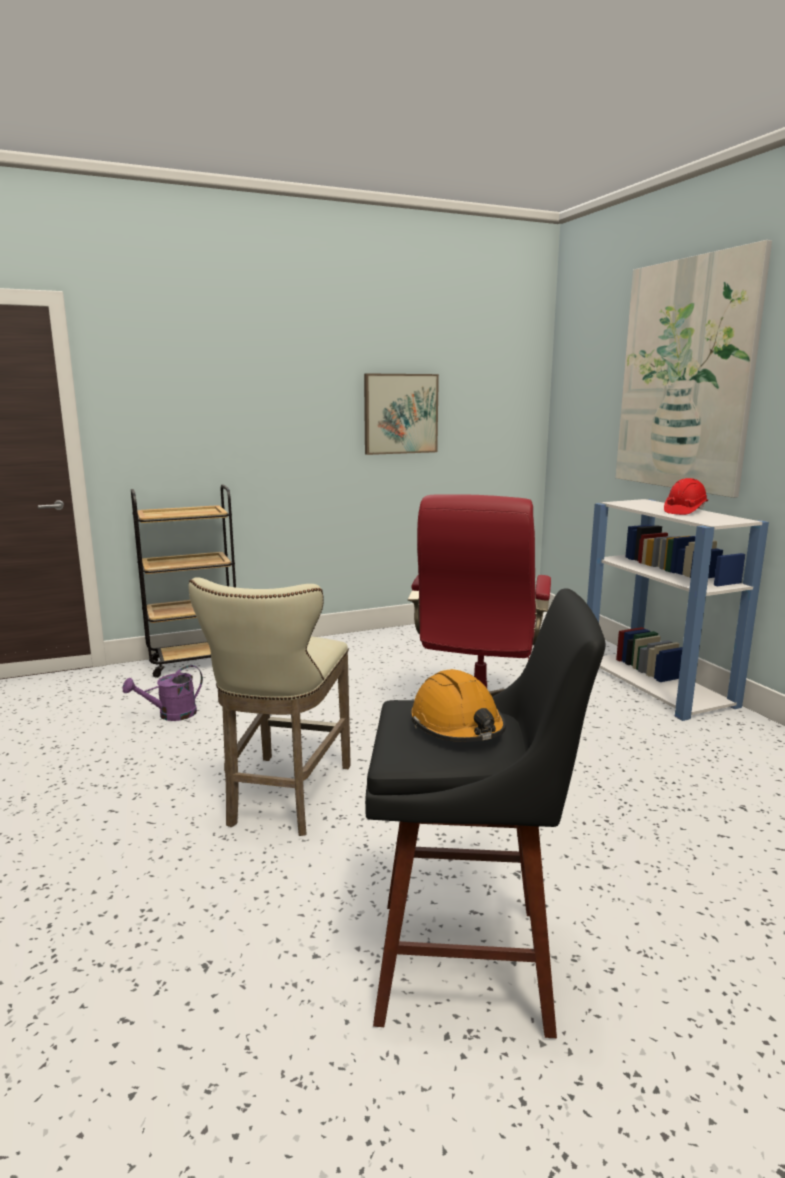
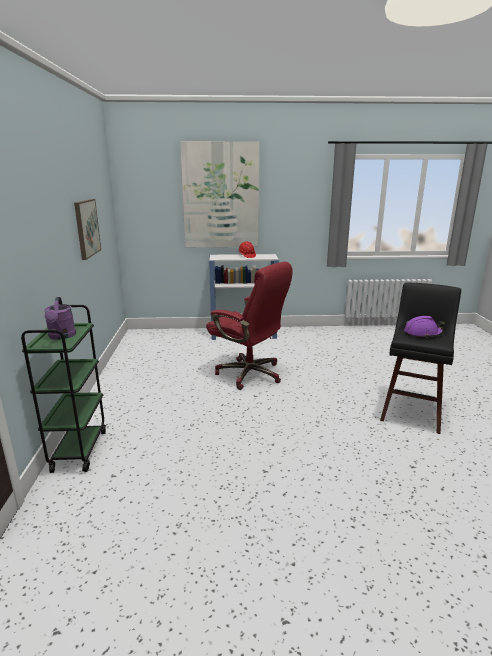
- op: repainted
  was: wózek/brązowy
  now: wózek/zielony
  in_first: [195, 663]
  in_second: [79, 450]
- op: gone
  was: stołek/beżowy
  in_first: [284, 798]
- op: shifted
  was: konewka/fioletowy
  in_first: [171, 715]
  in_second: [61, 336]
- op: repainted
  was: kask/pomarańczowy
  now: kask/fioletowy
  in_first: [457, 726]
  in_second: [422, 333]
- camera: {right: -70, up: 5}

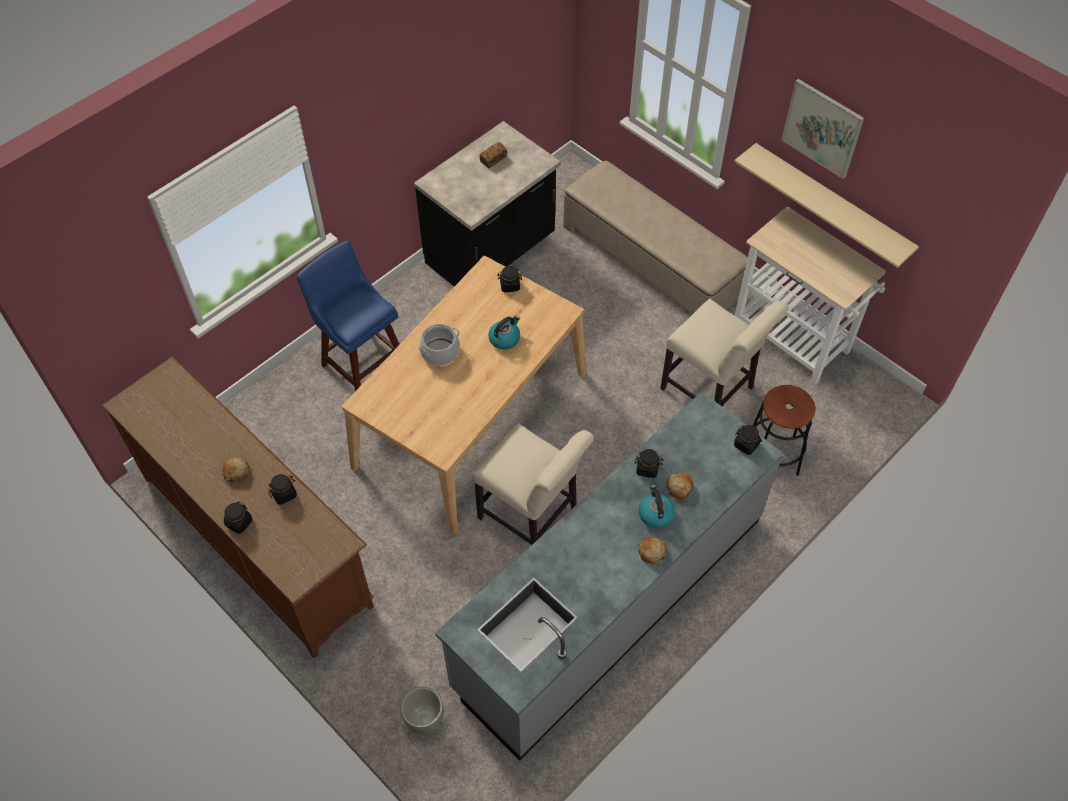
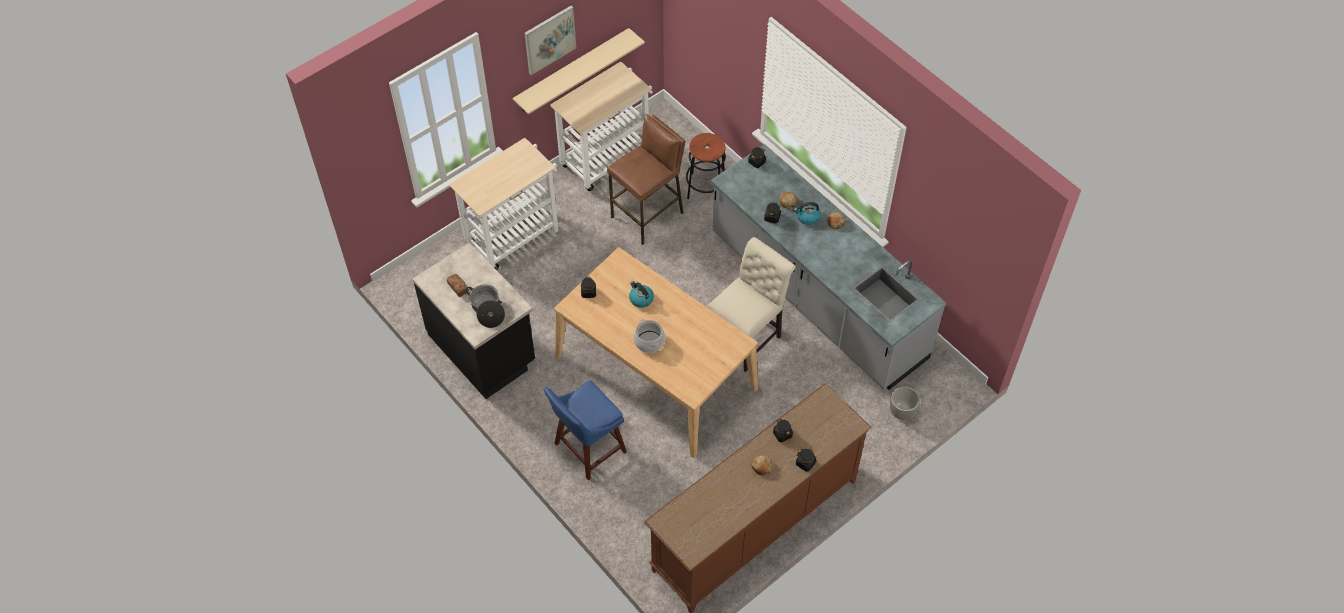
- op: swapped
  was: ławka/beżowy
  now: wózek/biały
  in_first: [652, 261]
  in_second: [513, 237]
- op: swapped
  was: krzesło/beżowy
  now: stołek/brązowy
  in_first: [711, 392]
  in_second: [648, 215]
- op: new
  now: garnek
  in_second: [487, 310]
- camera: {right: -85, up: 0}

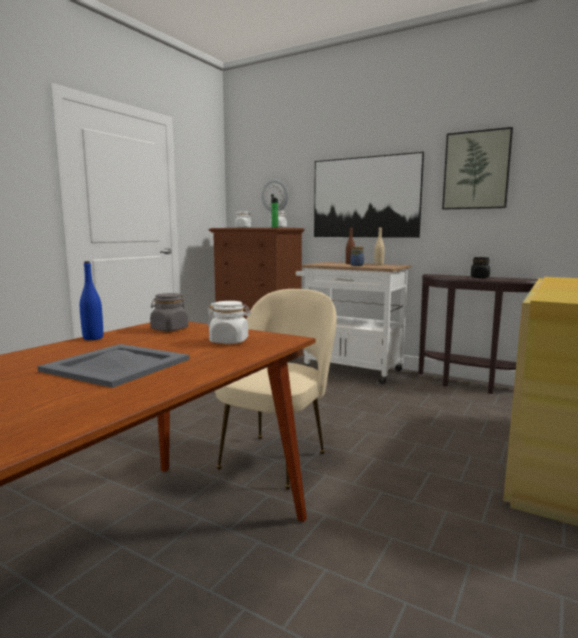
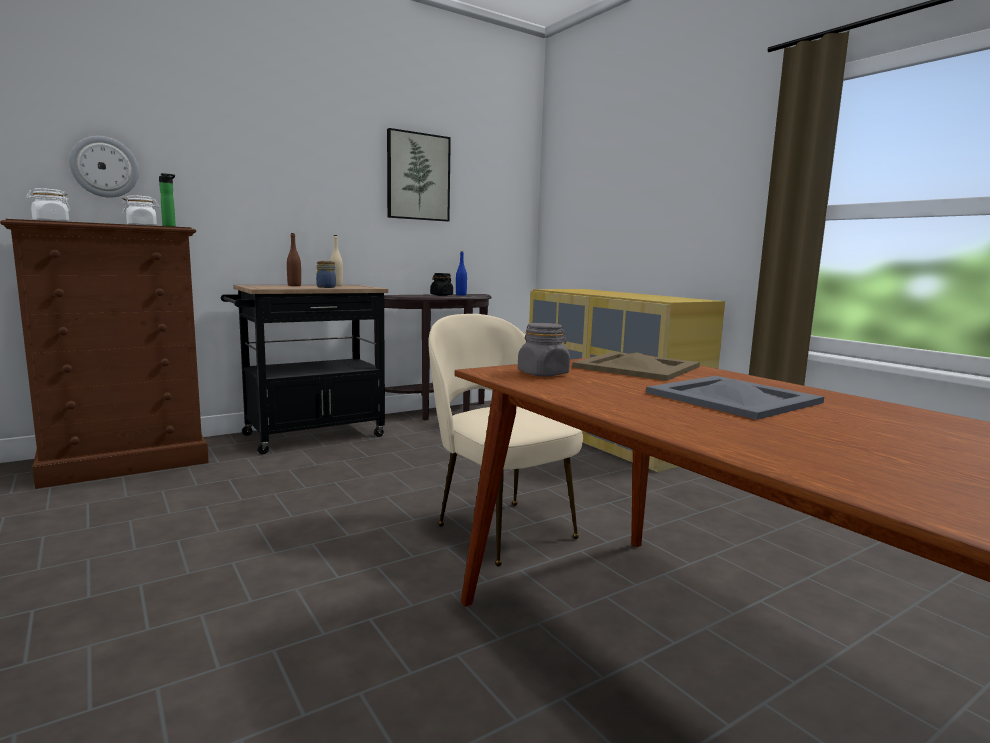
- op: gone
  was: obraz
  in_first: [365, 197]
- op: shifted
  was: butelka/niebieski
  in_first: [93, 338]
  in_second: [461, 295]
- op: repainted
  was: wózek/biały
  now: wózek/czarny
  in_first: [349, 370]
  in_second: [309, 436]
- op: swapped
  was: słoik/biały
  now: taca/beżowy
  in_first: [229, 341]
  in_second: [637, 367]
- camera: {right: -65, up: 0}

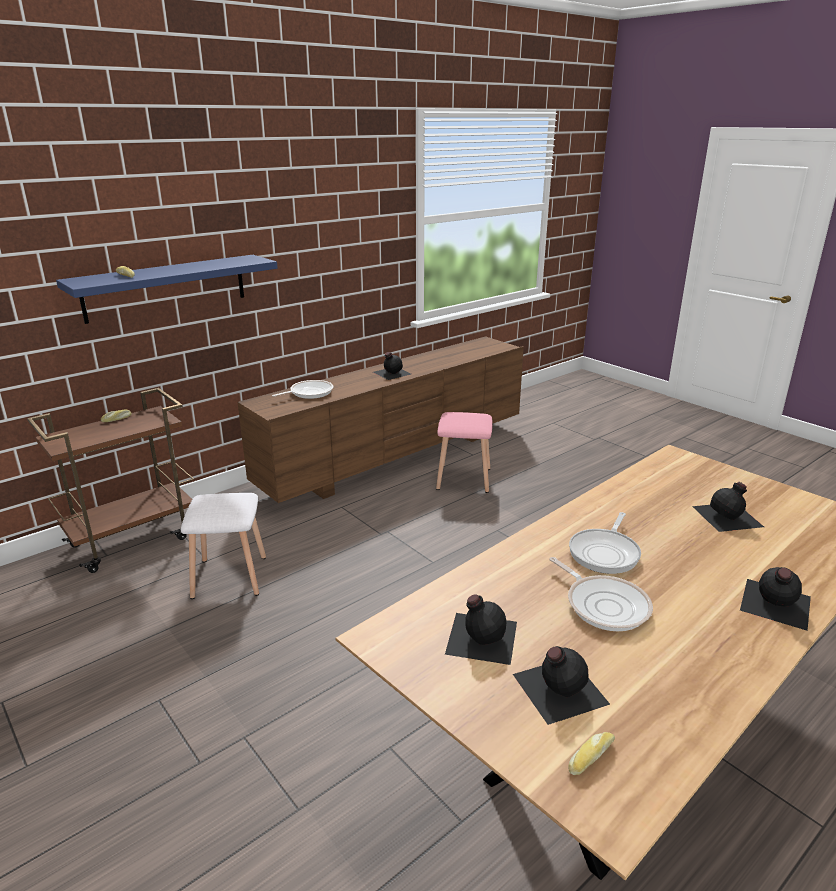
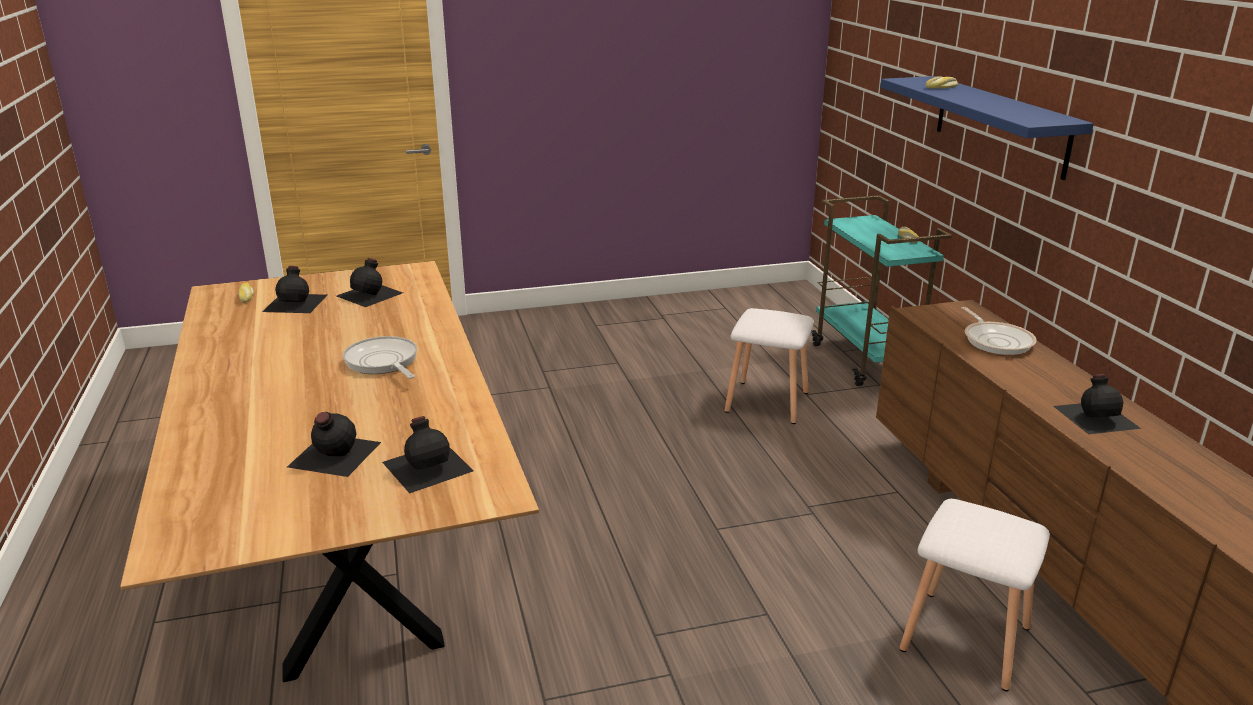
- op: repainted
  was: wózek/brązowy
  now: wózek/turkusowy
  in_first: [134, 540]
  in_second: [865, 363]
- op: repainted
  was: stołek/różowy
  now: stołek/biały
  in_first: [464, 479]
  in_second: [963, 638]
- op: gone
  was: patelnia
  in_first: [604, 605]
- op: shifted
  was: butelka/czarny
  in_first: [774, 603]
  in_second: [428, 465]
- camera: {right: 115, up: 0}

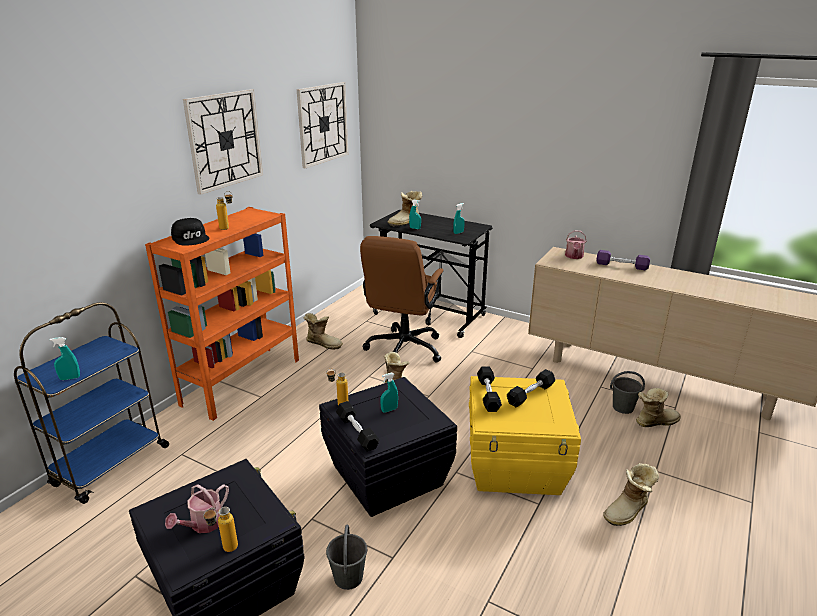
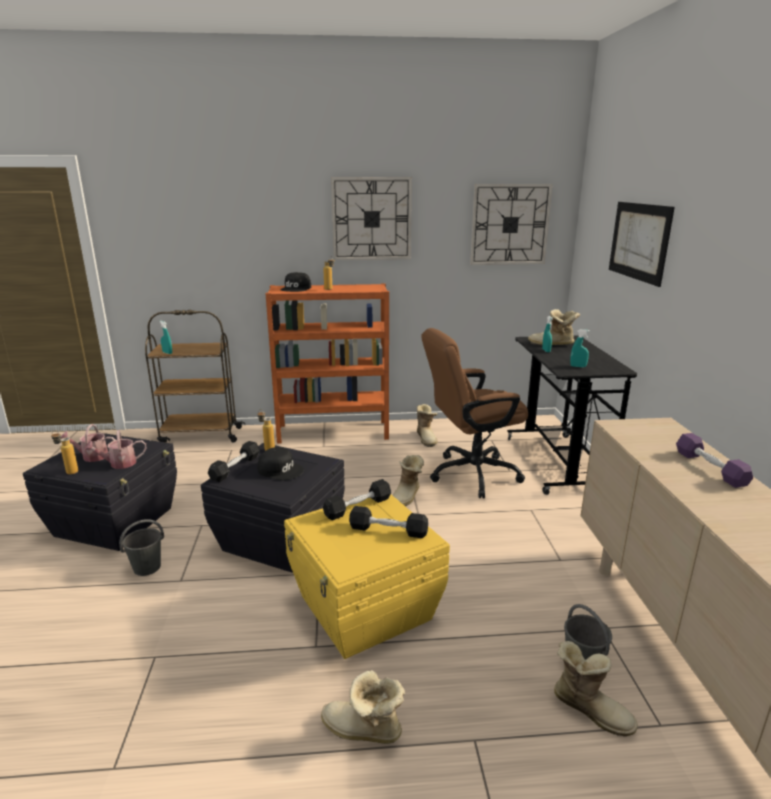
- op: shifted
  was: konewka
  in_first: [574, 257]
  in_second: [119, 464]
- op: repainted
  was: wózek/niebieski
  now: wózek/brązowy
  in_first: [110, 467]
  in_second: [200, 436]
- op: swapped
  was: spryskiwacz/turkusowy
  now: czapka z daszkiem/czarny
  in_first: [389, 410]
  in_second: [281, 470]
- op: new
  now: obraz
  in_second: [639, 241]
- camera: {right: 55, up: -5}

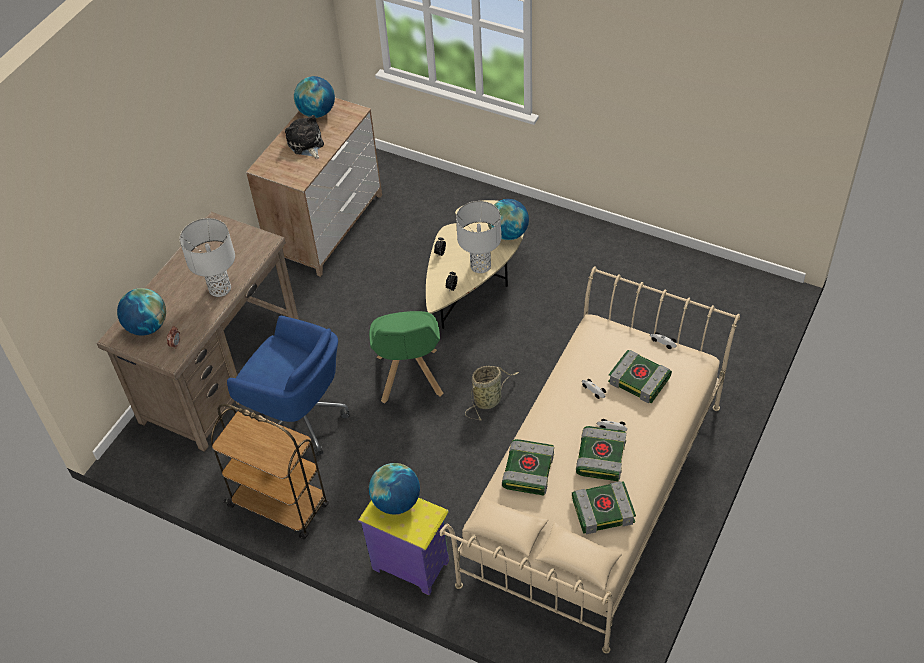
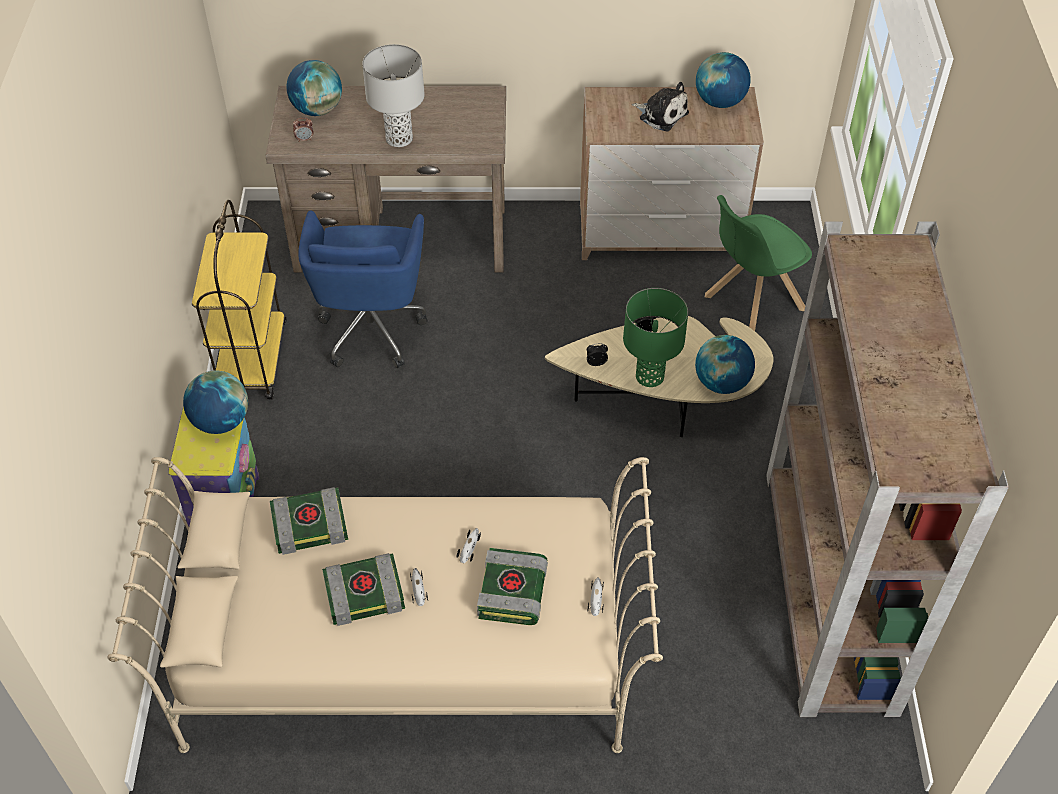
- op: rotated
  was: pluszak
  in_first: [306, 144]
  in_second: [661, 114]
  clockwise: 90
- op: repainted
  was: lampa stołowa/biały
  now: lampa stołowa/zielony
  in_first: [481, 265]
  in_second: [650, 376]
- op: shifted
  was: krzesło/zielony
  in_first: [409, 379]
  in_second: [751, 304]
- op: gone
  was: koszyk
  in_first: [489, 399]
- op: repainted
  was: wózek/brązowy
  now: wózek/żółty
  in_first: [279, 507]
  in_second: [252, 362]
- op: gone
  was: książka
  in_first: [603, 510]
- op: new
  now: regał/brązowy
  in_second: [829, 588]
- camera: {right: 60, up: 0}

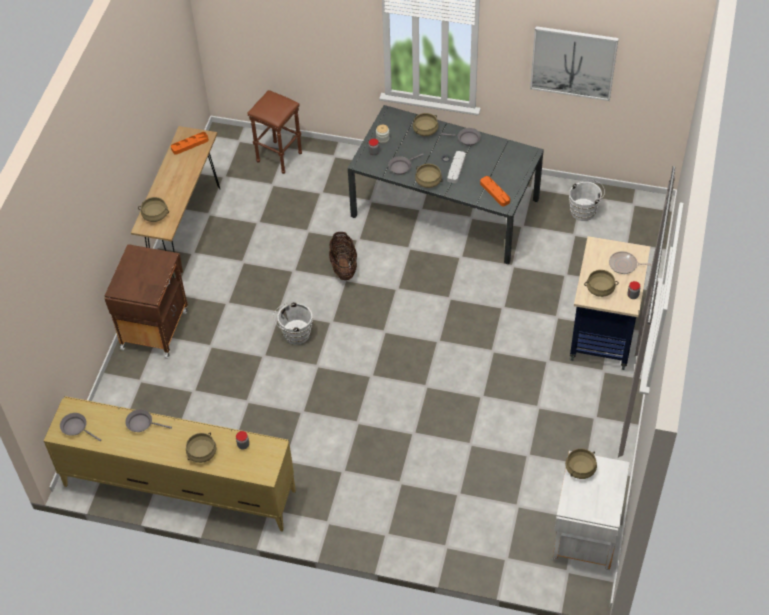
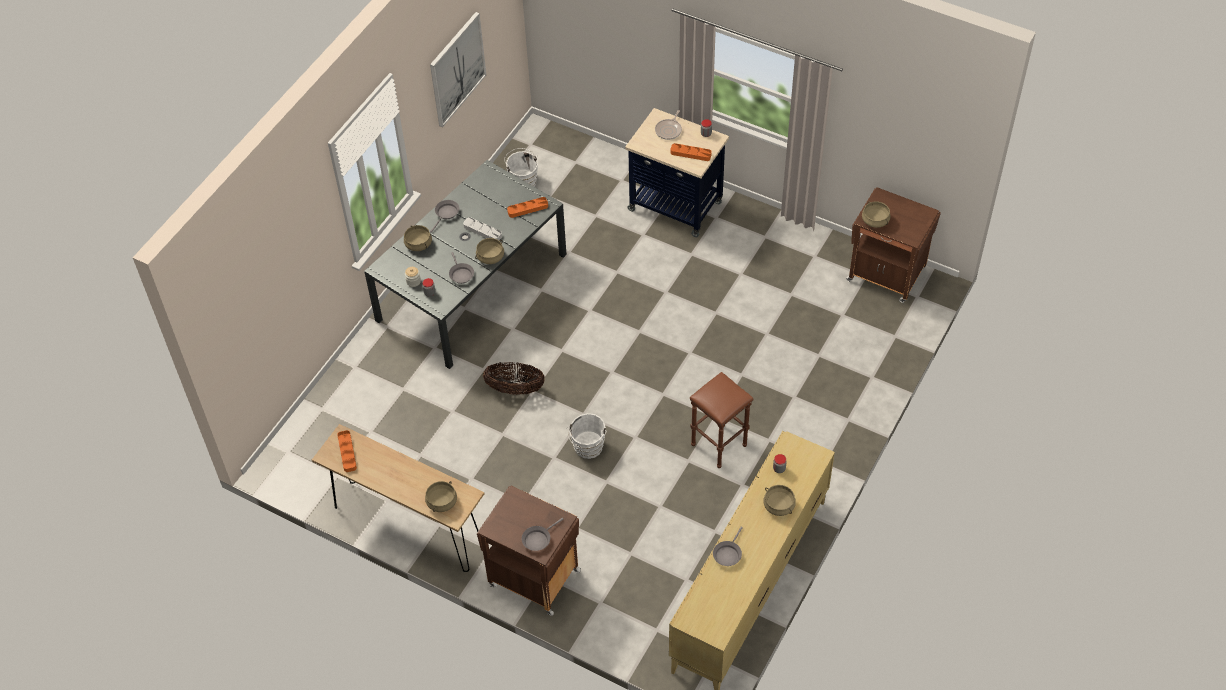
- op: shifted
  was: stołek/brązowy
  in_first: [278, 157]
  in_second: [719, 446]
- op: swapped
  was: garnek/beżowy
  now: taca/pomarańczowy
  in_first: [600, 289]
  in_second: [690, 154]
- op: shifted
  was: patelnia/szary
  in_first: [76, 428]
  in_second: [538, 539]
- op: repainted
  was: wózek/biały
  now: wózek/brązowy
  in_first: [585, 537]
  in_second: [887, 276]
- camera: {right: -75, up: 0}

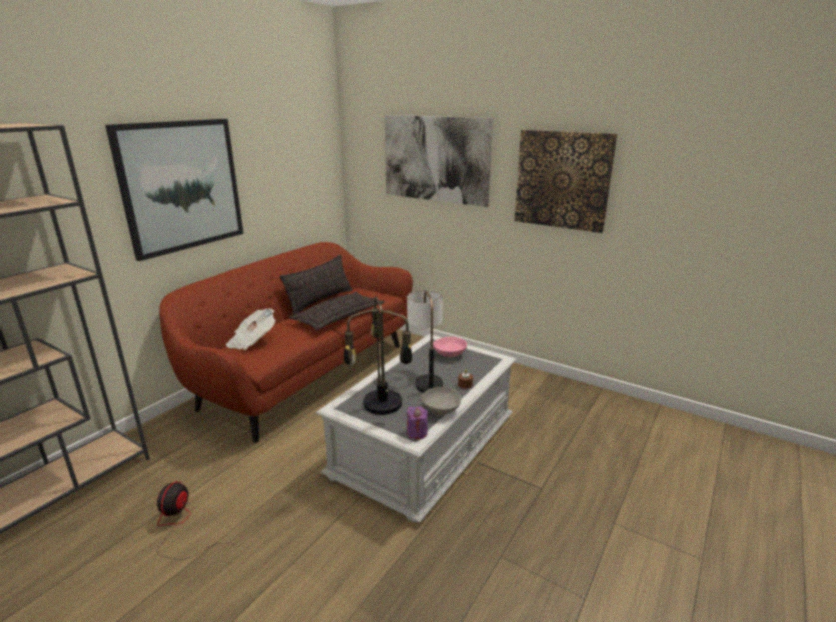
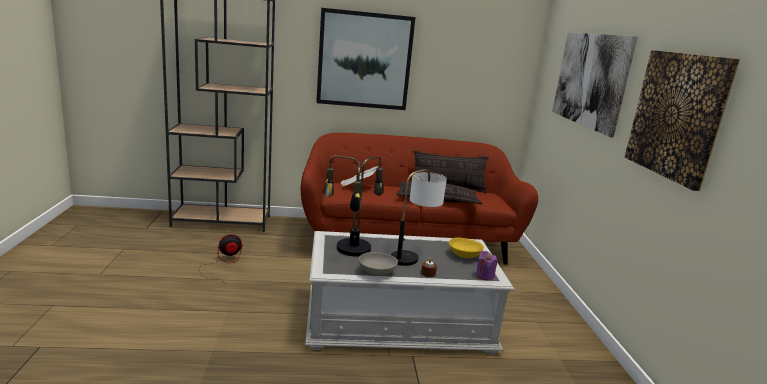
- op: repainted
  was: miska/różowy
  now: miska/żółty
  in_first: [450, 354]
  in_second: [464, 256]
- op: shifted
  was: świeca/fioletowy
  in_first: [417, 433]
  in_second: [484, 276]
- camera: {right: 50, up: -5}

